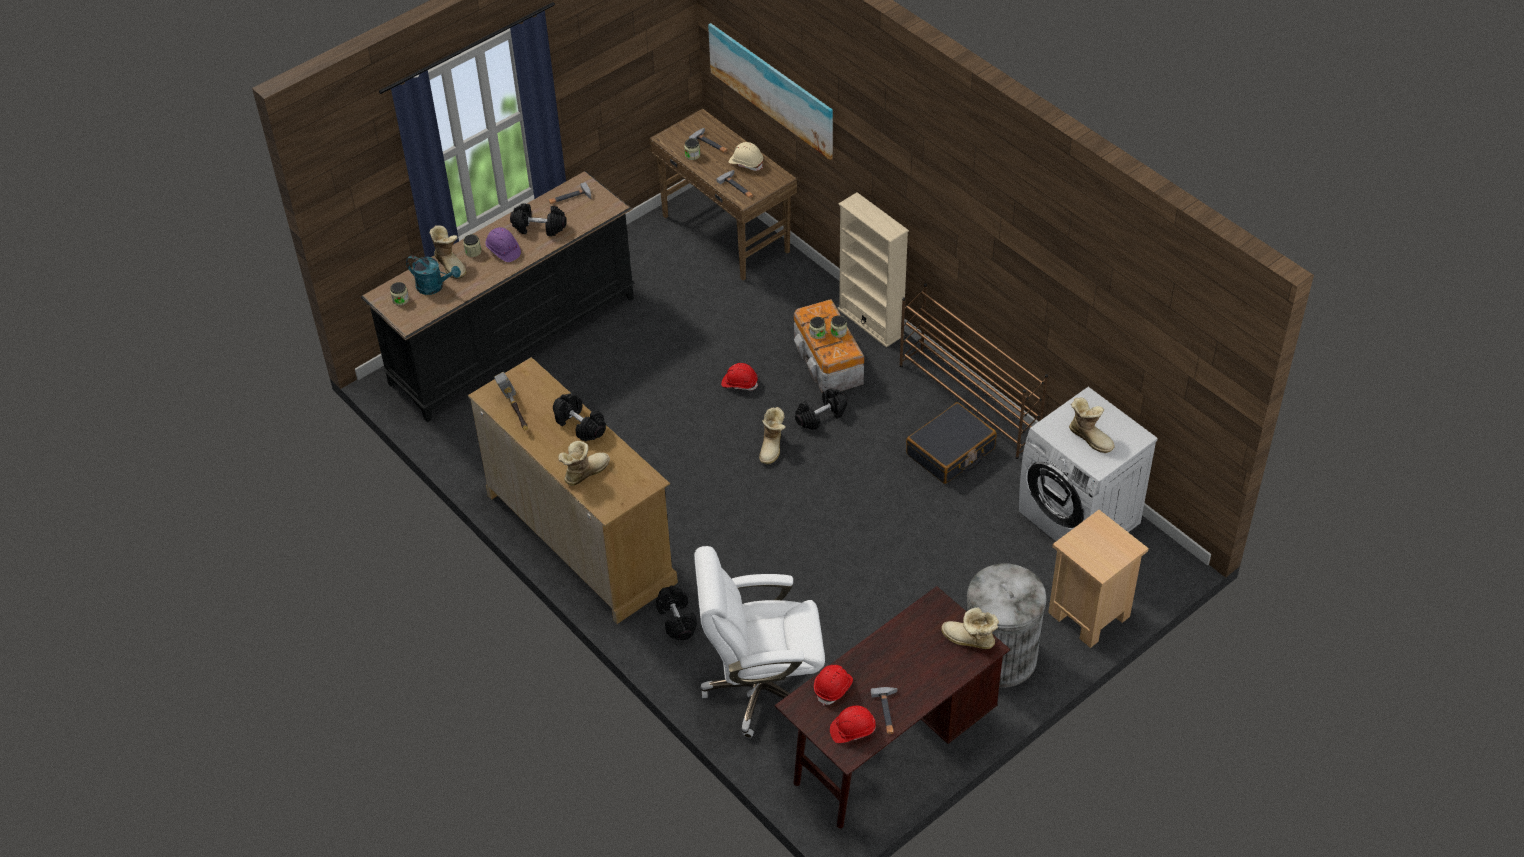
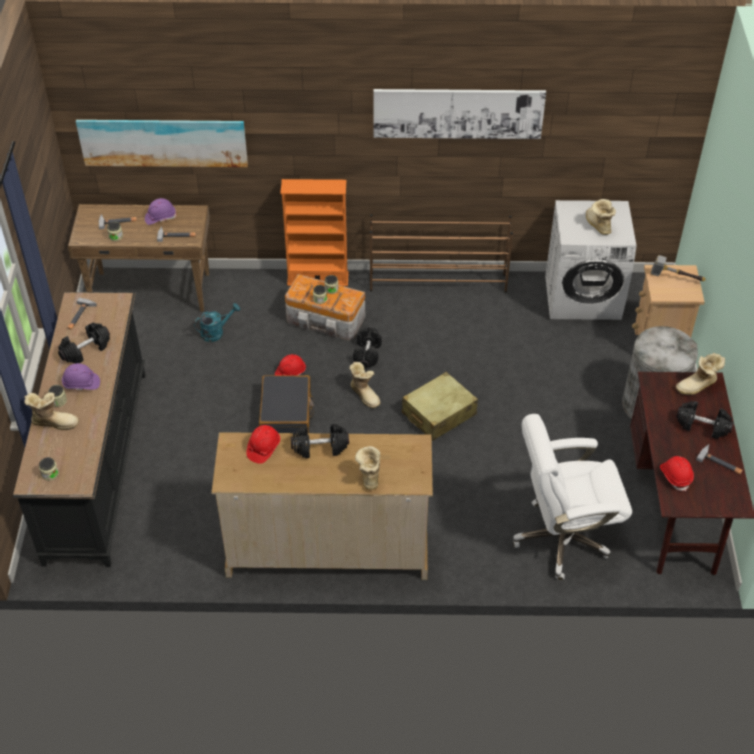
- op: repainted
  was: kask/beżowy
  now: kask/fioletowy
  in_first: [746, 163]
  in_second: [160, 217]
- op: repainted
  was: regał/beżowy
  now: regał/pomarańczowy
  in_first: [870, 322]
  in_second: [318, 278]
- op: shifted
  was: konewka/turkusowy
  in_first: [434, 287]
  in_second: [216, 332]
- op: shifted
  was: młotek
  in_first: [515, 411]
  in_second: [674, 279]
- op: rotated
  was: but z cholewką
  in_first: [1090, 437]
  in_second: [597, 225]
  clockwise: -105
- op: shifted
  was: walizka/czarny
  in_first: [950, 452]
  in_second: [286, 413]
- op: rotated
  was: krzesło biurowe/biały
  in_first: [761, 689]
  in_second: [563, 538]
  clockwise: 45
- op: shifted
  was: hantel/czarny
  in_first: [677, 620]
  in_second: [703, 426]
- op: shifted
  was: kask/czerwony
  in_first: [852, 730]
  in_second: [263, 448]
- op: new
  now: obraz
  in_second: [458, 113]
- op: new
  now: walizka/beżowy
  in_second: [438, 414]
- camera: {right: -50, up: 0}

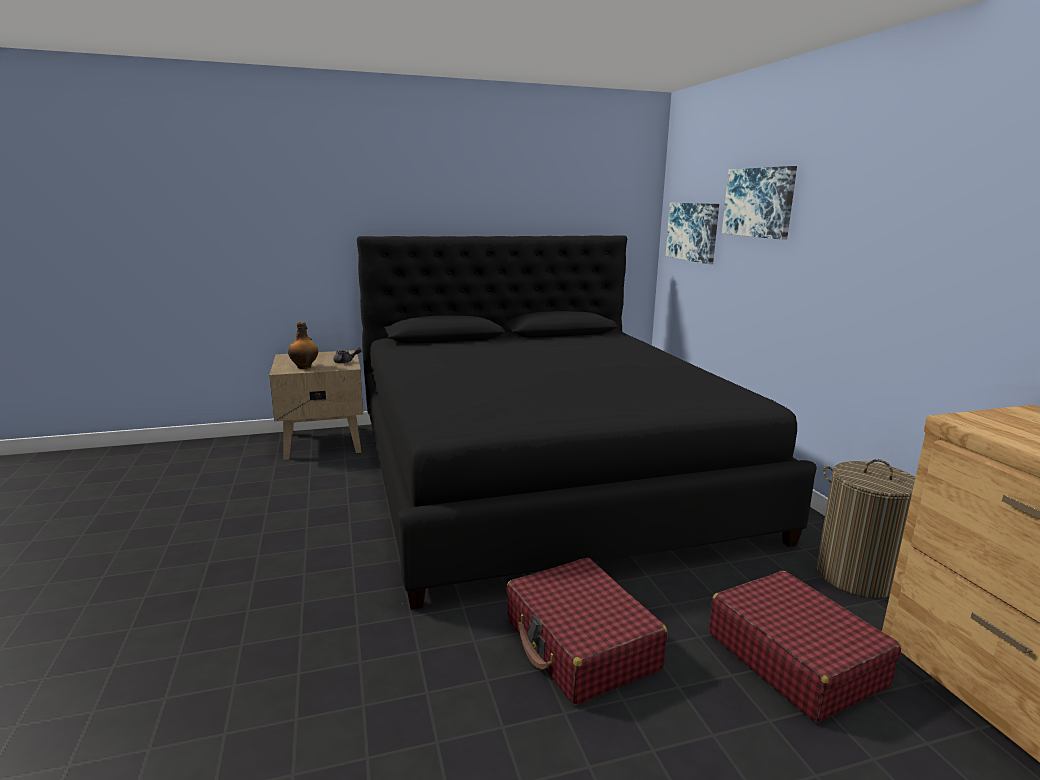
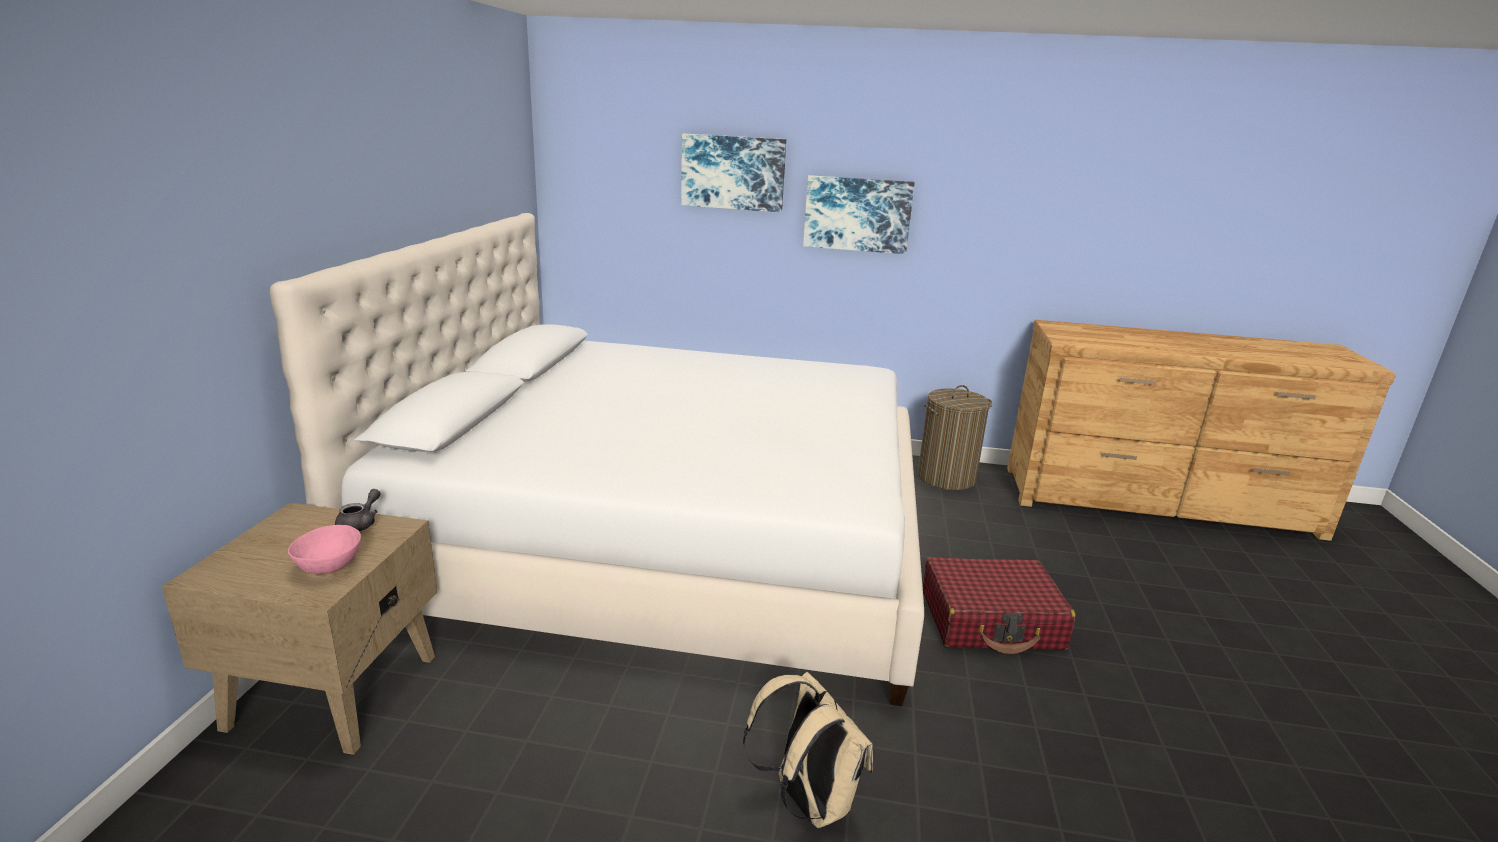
- op: shifted
  was: obraz
  in_first: [693, 232]
  in_second: [857, 214]
- op: repainted
  was: łóżko/czarny
  now: łóżko/biały
  in_first: [542, 473]
  in_second: [667, 536]
- op: swapped
  was: butelka
  now: miska/różowy
  in_first: [304, 367]
  in_second: [331, 566]
- op: gone
  was: walizka/czerwony
  in_first: [794, 658]
- op: new
  now: plecak/beżowy
  in_second: [807, 801]
- camera: {right: -65, up: 5}

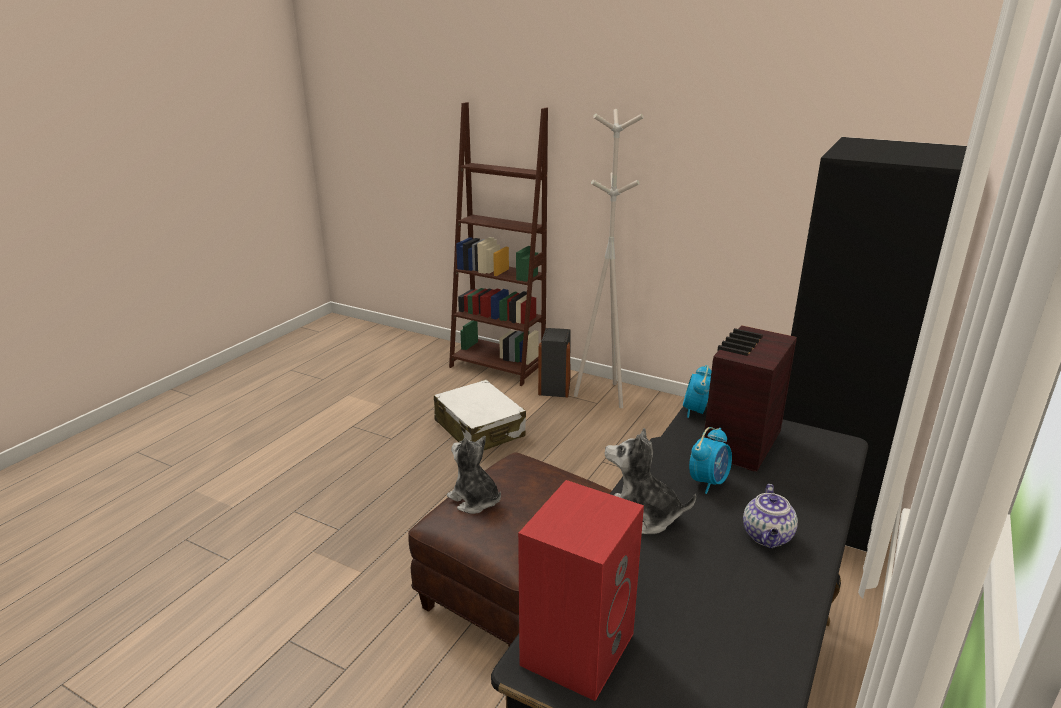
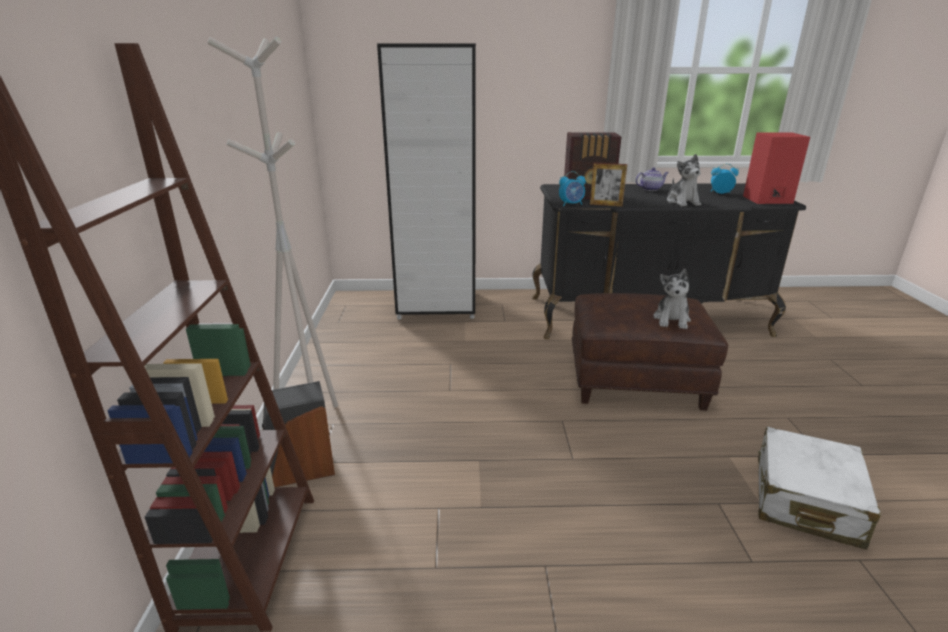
- op: shifted
  was: walizka/biały
  in_first: [479, 429]
  in_second: [805, 500]
- op: shifted
  was: budzik
  in_first: [708, 482]
  in_second: [720, 193]
- op: new
  now: ramka na zdjęcie
  in_second: [606, 205]
- camera: {right: -120, up: 0}

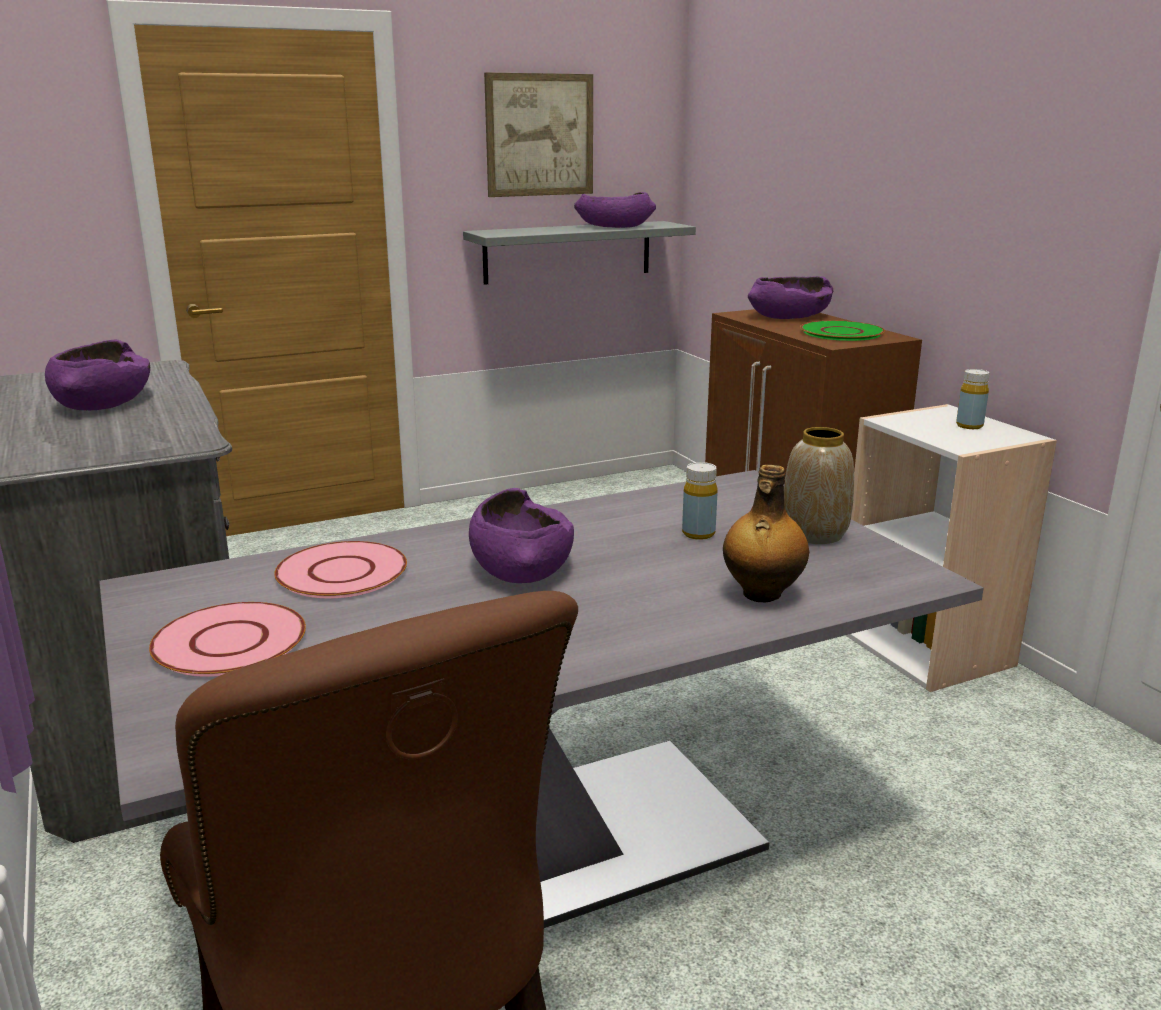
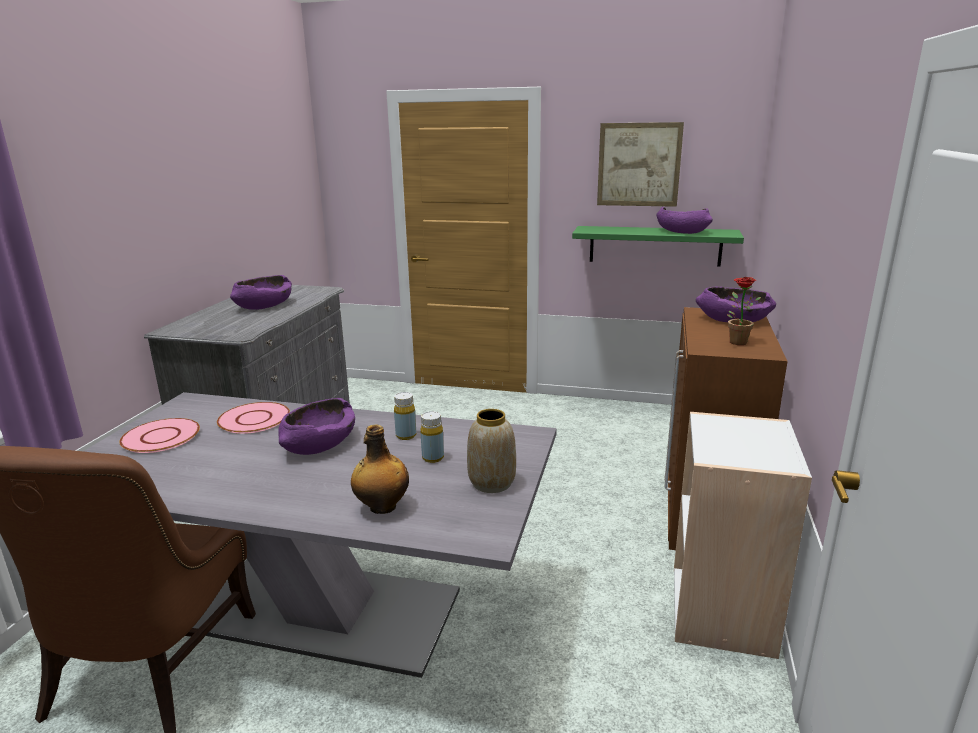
- op: repainted
  was: półka/szary
  now: półka/zielony
  in_first: [568, 252]
  in_second: [654, 245]
- op: swapped
  was: talerz/zielony
  now: roślina doniczkowa
  in_first: [841, 332]
  in_second: [735, 341]
- op: shifted
  was: butelka/żółty
  in_first: [969, 426]
  in_second: [406, 436]
- camera: {right: 40, up: 0}

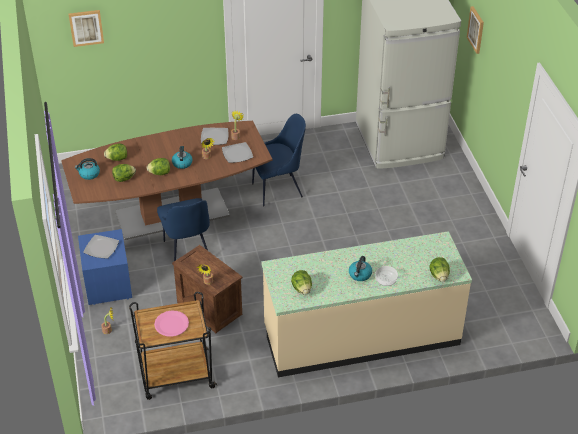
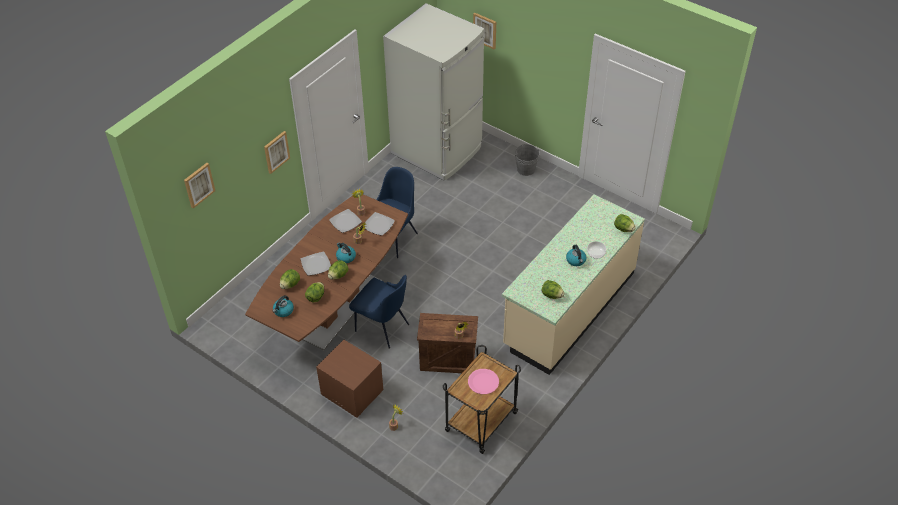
- op: repainted
  was: szafka nocna/niebieski
  now: szafka nocna/brązowy
  in_first: [107, 284]
  in_second: [351, 392]
- op: shifted
  was: talerz
  in_first: [101, 248]
  in_second: [316, 265]
- op: new
  now: obraz
  in_second: [276, 152]
- op: new
  now: wiadro/szary
  in_second: [526, 169]
- camera: {right: -40, up: 5}

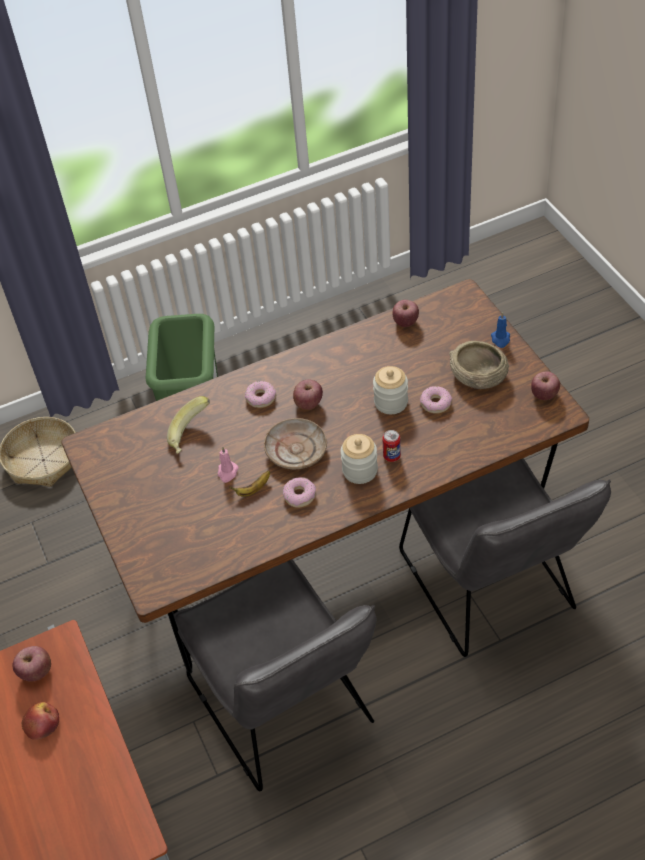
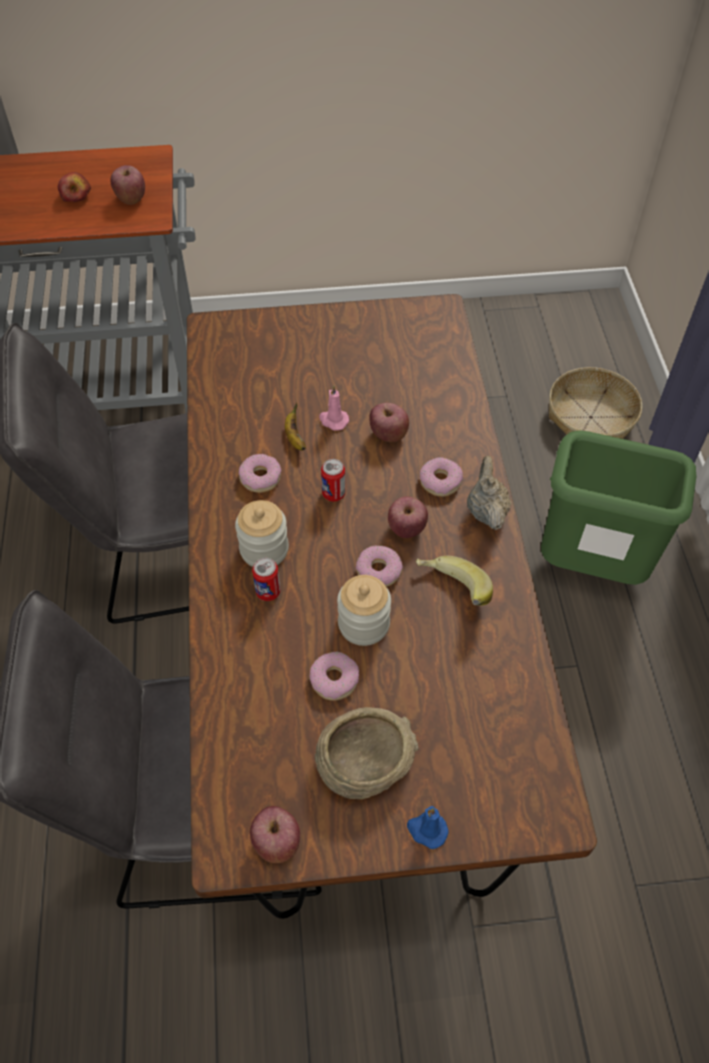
- op: shifted
  was: jabłko
  in_first: [405, 322]
  in_second: [388, 434]
- op: shifted
  was: banan
  in_first: [191, 435]
  in_second: [451, 592]
- op: swapped
  was: talerz/beżowy
  now: puszka
  in_first: [296, 450]
  in_second: [333, 494]
- op: new
  now: imbryk/beżowy
  in_second: [486, 511]
- op: new
  now: donut
  in_second: [379, 570]
- camera: {right: 105, up: 5}

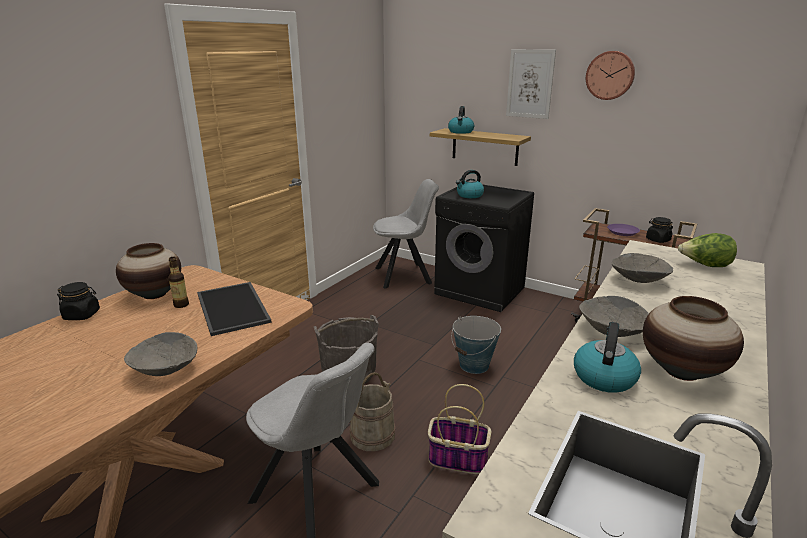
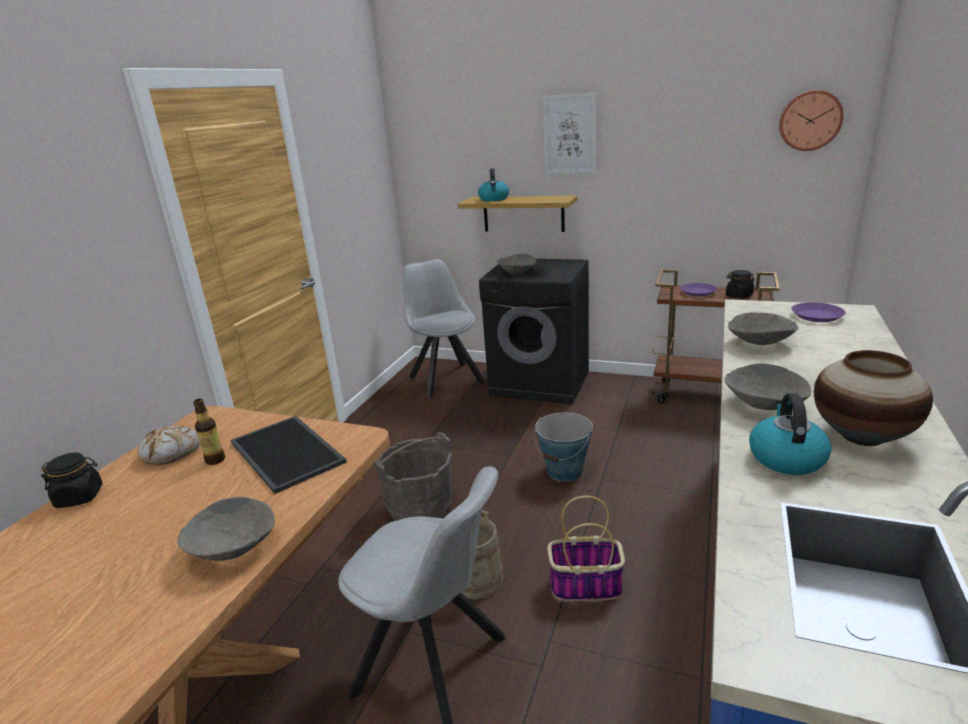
- op: shifted
  was: zegar ścienny
  in_first: [610, 75]
  in_second: [810, 120]
- op: swapped
  was: czajnik
  now: miska/szary
  in_first: [469, 195]
  in_second: [517, 273]
- op: rotated
  was: krzesło/szary
  in_first: [404, 275]
  in_second: [446, 379]
  clockwise: -90
- op: swapped
  was: sałata
  now: talerz/fioletowy
  in_first: [704, 265]
  in_second: [817, 316]
- op: swapped
  was: wazon
  now: chleb
  in_first: [155, 294]
  in_second: [172, 452]
- camera: {right: -10, up: 0}

